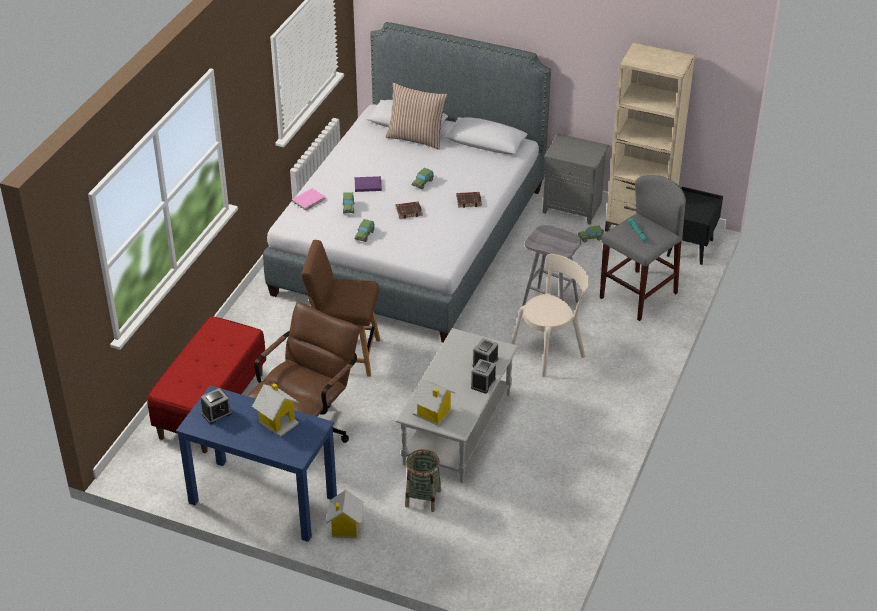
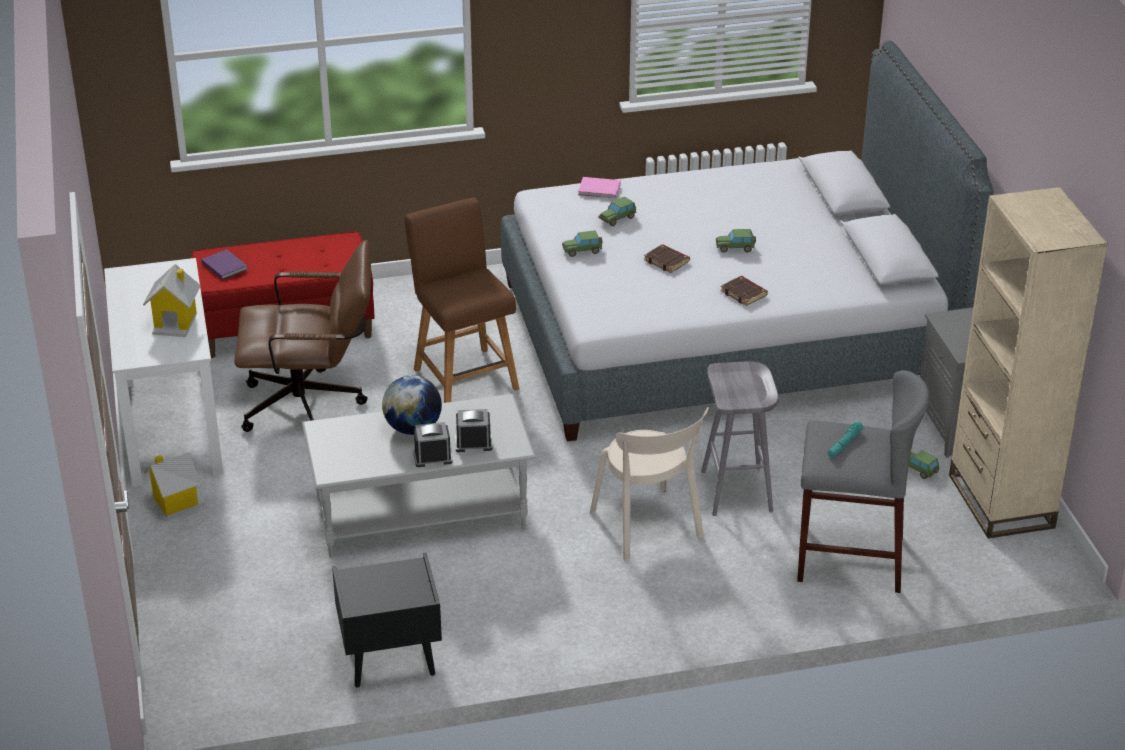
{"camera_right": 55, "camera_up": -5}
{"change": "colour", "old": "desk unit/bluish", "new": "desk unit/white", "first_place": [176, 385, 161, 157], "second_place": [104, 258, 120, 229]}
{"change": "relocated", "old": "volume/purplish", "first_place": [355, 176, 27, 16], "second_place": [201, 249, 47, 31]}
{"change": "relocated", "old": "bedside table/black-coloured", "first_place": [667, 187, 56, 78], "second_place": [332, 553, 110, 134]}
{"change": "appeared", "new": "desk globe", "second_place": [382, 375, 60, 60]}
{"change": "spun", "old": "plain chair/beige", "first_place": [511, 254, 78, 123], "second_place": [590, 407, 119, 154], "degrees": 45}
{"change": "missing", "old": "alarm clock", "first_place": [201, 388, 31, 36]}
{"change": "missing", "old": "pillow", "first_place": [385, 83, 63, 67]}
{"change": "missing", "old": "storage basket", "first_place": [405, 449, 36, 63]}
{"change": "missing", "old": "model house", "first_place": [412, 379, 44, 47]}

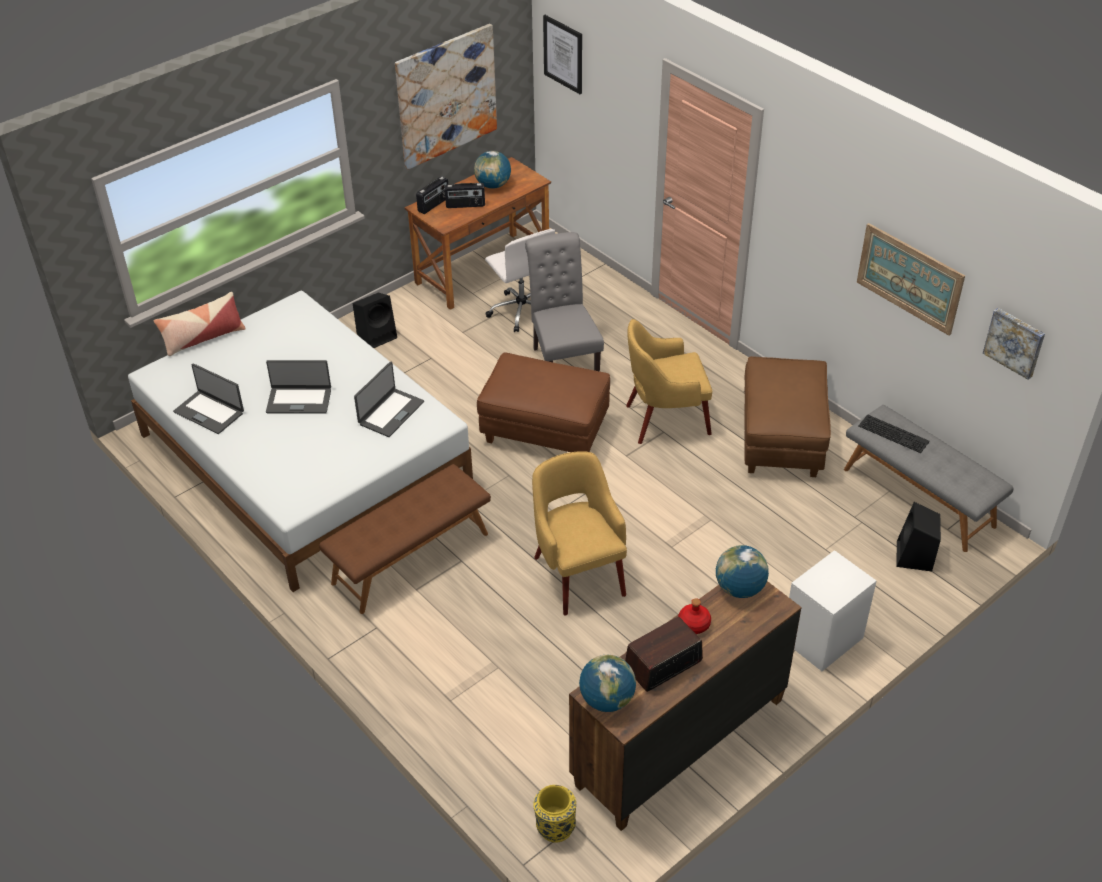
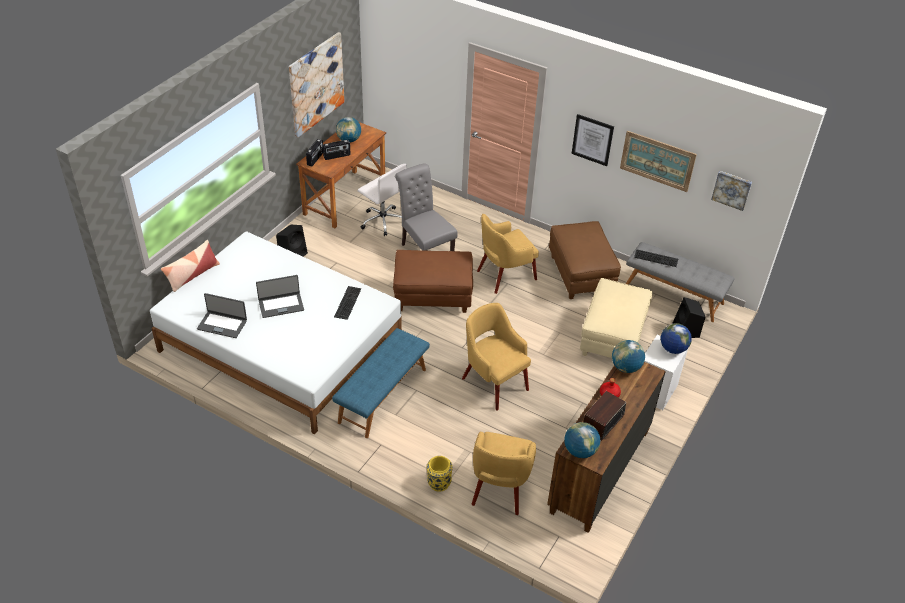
{"camera_right": -20, "camera_up": 0}
{"change": "colour", "old": "bench/brown-coloured", "new": "bench/bluish", "first_place": [319, 464, 172, 150], "second_place": [332, 328, 98, 110]}
{"change": "exchanged", "old": "laptop", "new": "keyboard", "first_place": [354, 362, 70, 75], "second_place": [334, 286, 27, 34]}
{"change": "relocated", "old": "decorative vase/yellow", "first_place": [533, 785, 43, 57], "second_place": [427, 456, 26, 36]}
{"change": "appeared", "new": "armchair/yellow", "second_place": [472, 432, 64, 83]}
{"change": "relocated", "old": "wall picture", "first_place": [543, 15, 39, 79], "second_place": [572, 114, 42, 52]}
{"change": "appeared", "new": "ottoman/beige", "second_place": [580, 278, 73, 80]}
{"change": "appeared", "new": "desk globe", "second_place": [660, 323, 32, 31]}

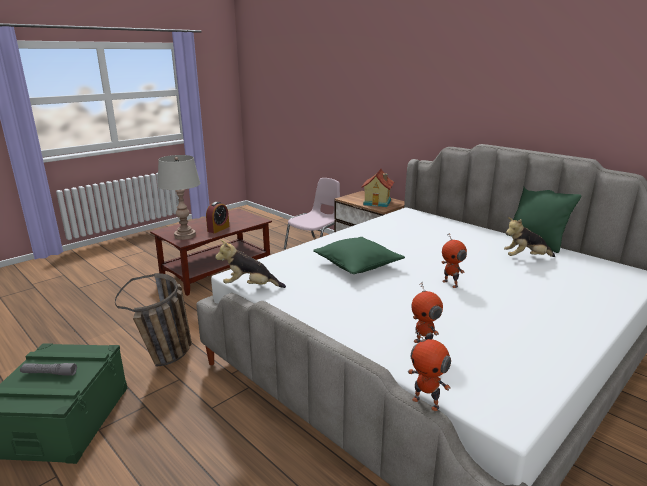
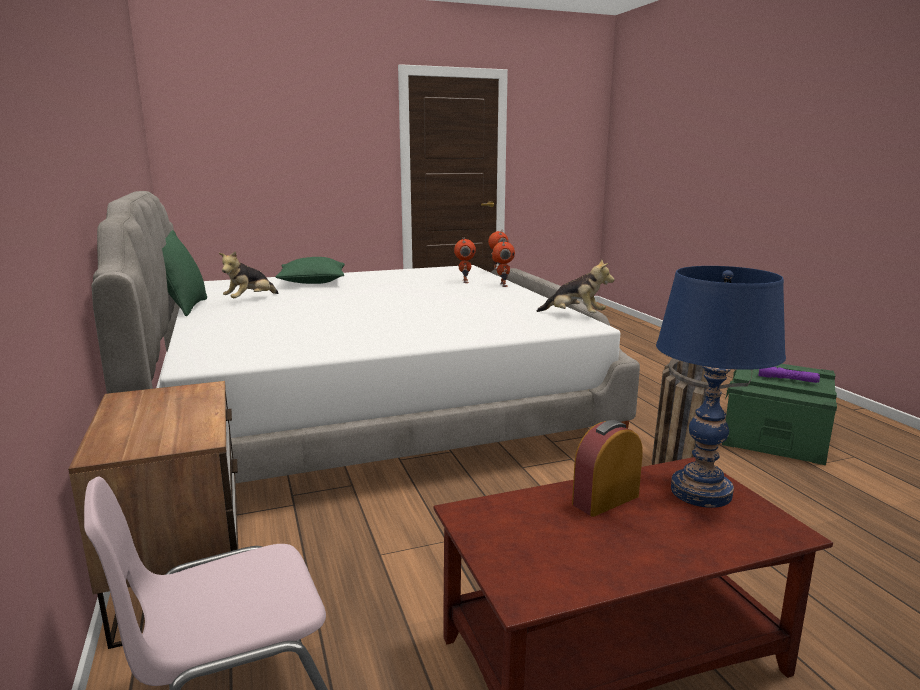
{"camera_right": -155, "camera_up": -5}
{"change": "spun", "old": "soft toy", "first_place": [504, 217, 51, 40], "second_place": [219, 251, 60, 47], "degrees": 105}
{"change": "relocated", "old": "pillow/greenish", "first_place": [313, 237, 92, 37], "second_place": [275, 257, 70, 27]}
{"change": "relocated", "old": "robot figure", "first_place": [442, 234, 25, 54], "second_place": [493, 240, 22, 47]}
{"change": "colour", "old": "tabletop lamp/gray", "new": "tabletop lamp/bluish", "first_place": [157, 155, 44, 85], "second_place": [656, 266, 130, 242]}
{"change": "colour", "old": "flashlight/gray", "new": "flashlight/purplish", "first_place": [20, 363, 57, 13], "second_place": [758, 367, 62, 16]}
{"change": "missing", "old": "model house", "first_place": [361, 169, 33, 38]}

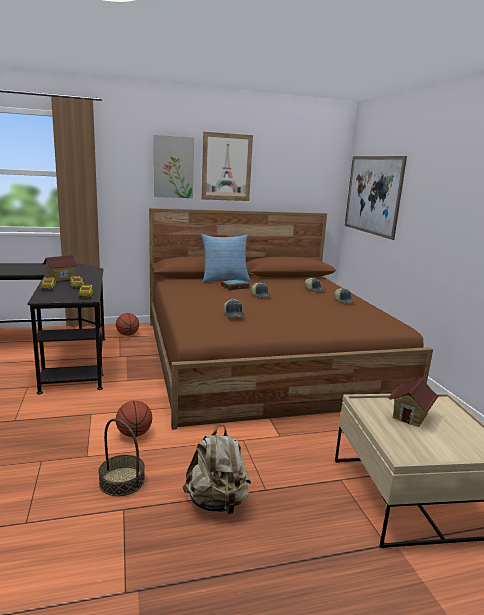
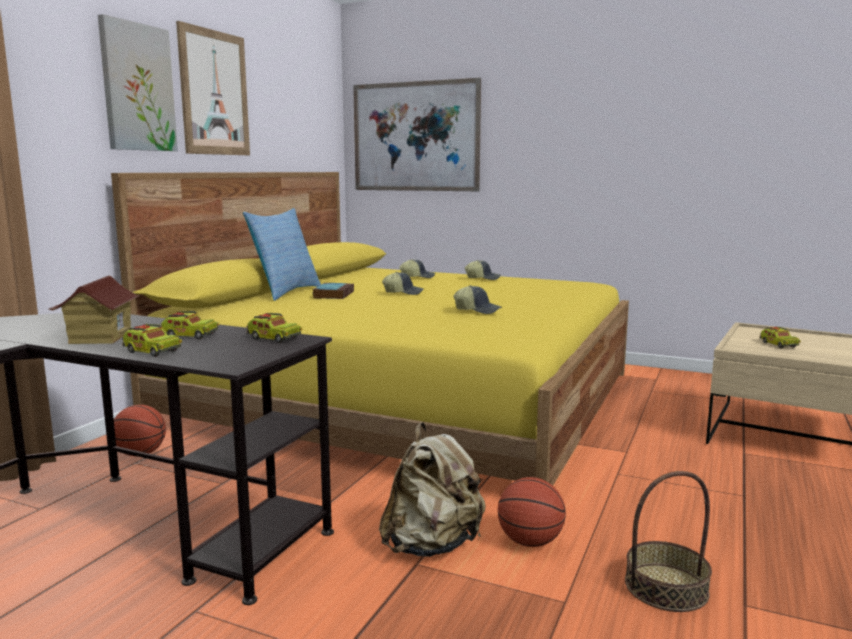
{"camera_right": -50, "camera_up": -5}
{"change": "colour", "old": "bed/brown-coloured", "new": "bed/yellow", "first_place": [149, 208, 284, 222], "second_place": [111, 172, 518, 313]}
{"change": "relocated", "old": "backpack/beige", "first_place": [183, 425, 68, 89], "second_place": [379, 422, 107, 135]}
{"change": "exchanged", "old": "model house", "new": "model truck", "first_place": [388, 378, 51, 49], "second_place": [760, 326, 41, 22]}

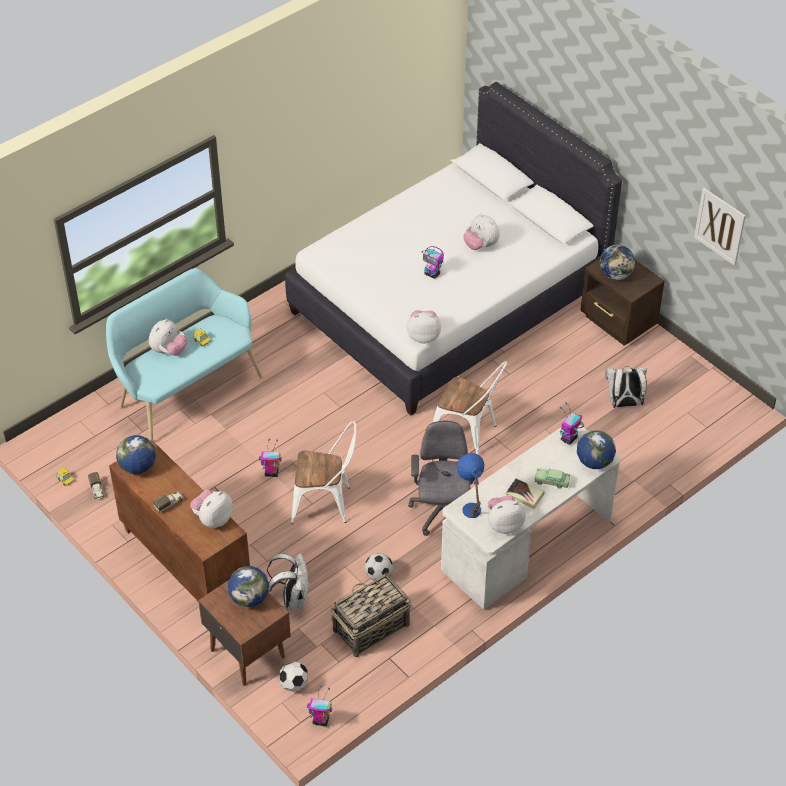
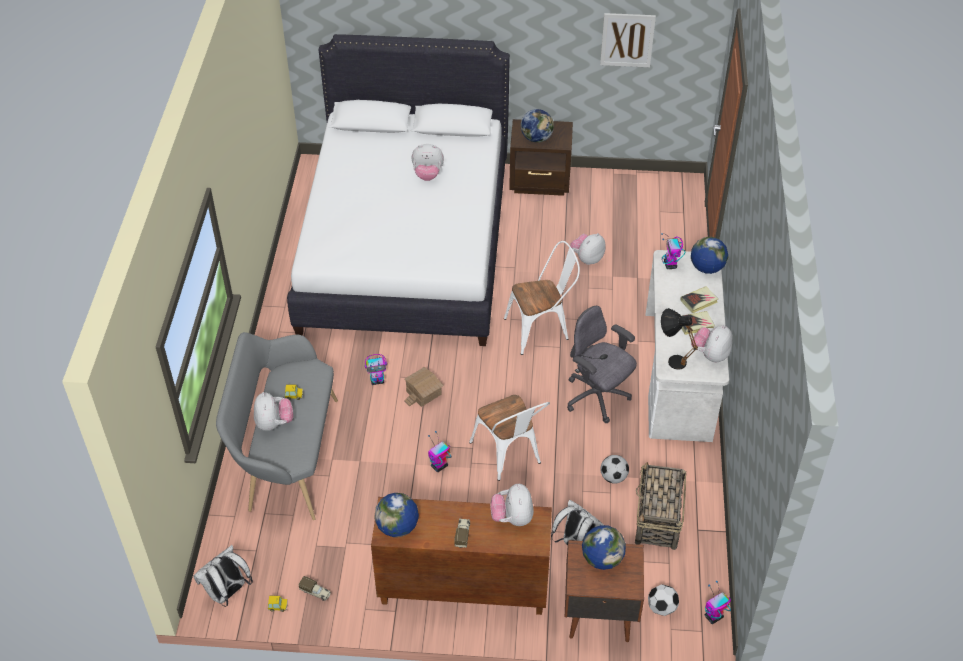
{"camera_right": -45, "camera_up": 0}
{"change": "relocated", "old": "backpack/white", "first_place": [605, 366, 42, 42], "second_place": [193, 545, 60, 62]}
{"change": "colour", "old": "bench/blue-green", "new": "bench/gray", "first_place": [106, 268, 156, 172], "second_place": [216, 332, 122, 188]}
{"change": "relocated", "old": "robot figure", "first_place": [422, 246, 22, 33], "second_place": [365, 354, 22, 31]}
{"change": "appeared", "new": "model house", "second_place": [404, 367, 39, 40]}
{"change": "spun", "old": "plain chair/white", "first_place": [291, 421, 65, 103], "second_place": [469, 395, 81, 86], "degrees": 105}
{"change": "relocated", "old": "soft toy", "first_place": [407, 310, 34, 34], "second_place": [570, 233, 36, 32]}
{"change": "colour", "old": "tabletop lamp/bluish", "new": "tabletop lamp/black-coloured", "first_place": [457, 453, 27, 65], "second_place": [661, 308, 37, 62]}
{"change": "exchanged", "old": "miniature car", "new": "volume", "first_place": [535, 468, 35, 21], "second_place": [680, 286, 38, 27]}

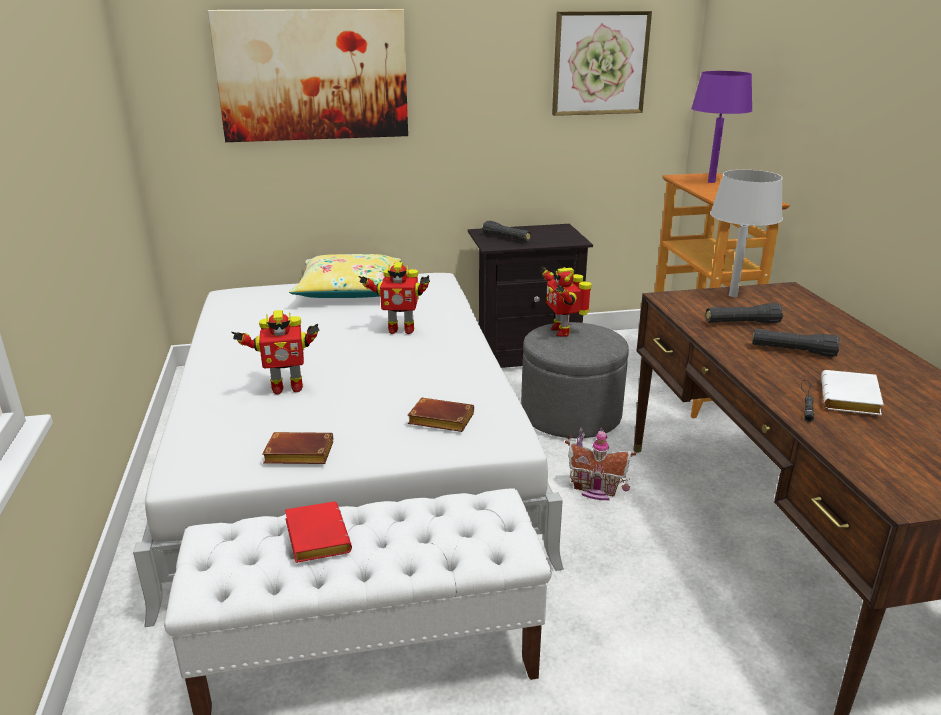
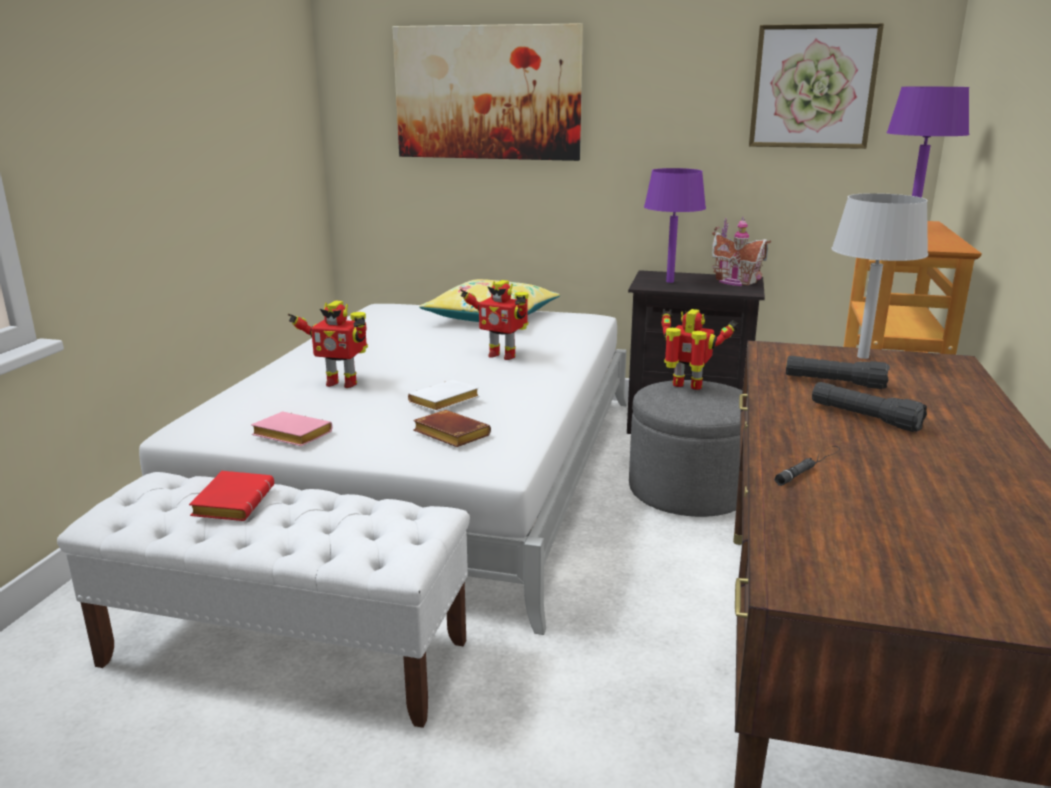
{"camera_right": 25, "camera_up": -5}
{"change": "colour", "old": "volume/brown-coloured", "new": "volume/pink-coloured", "first_place": [262, 432, 71, 32], "second_place": [251, 412, 81, 34]}
{"change": "relocated", "old": "volume/white", "first_place": [821, 370, 63, 45], "second_place": [408, 380, 72, 32]}
{"change": "exchanged", "old": "flashlight/black-coloured", "new": "tabletop lamp/purplish", "first_place": [482, 221, 49, 21], "second_place": [644, 168, 62, 115]}
{"change": "spun", "old": "robot figure", "first_place": [540, 266, 51, 71], "second_place": [661, 309, 78, 81], "degrees": 105}
{"change": "relocated", "old": "model house", "first_place": [565, 428, 71, 72], "second_place": [712, 217, 59, 69]}

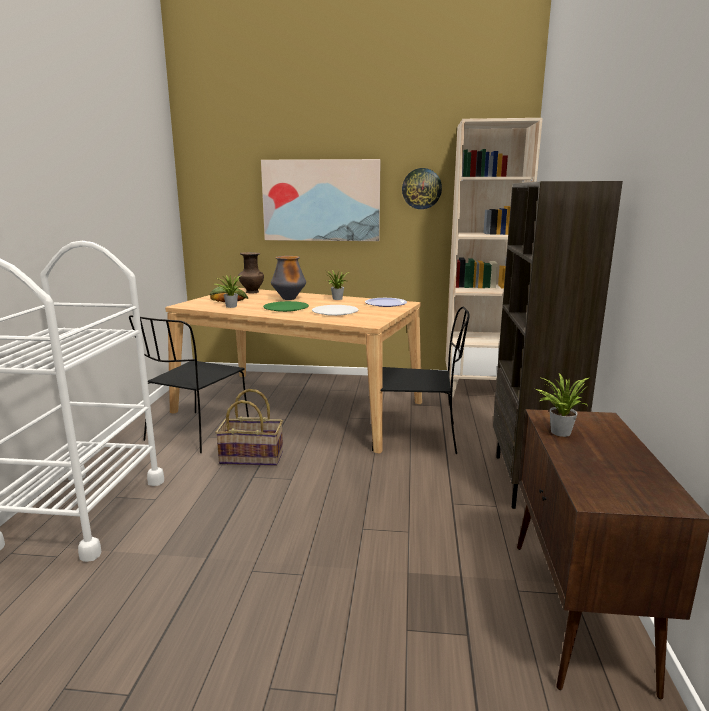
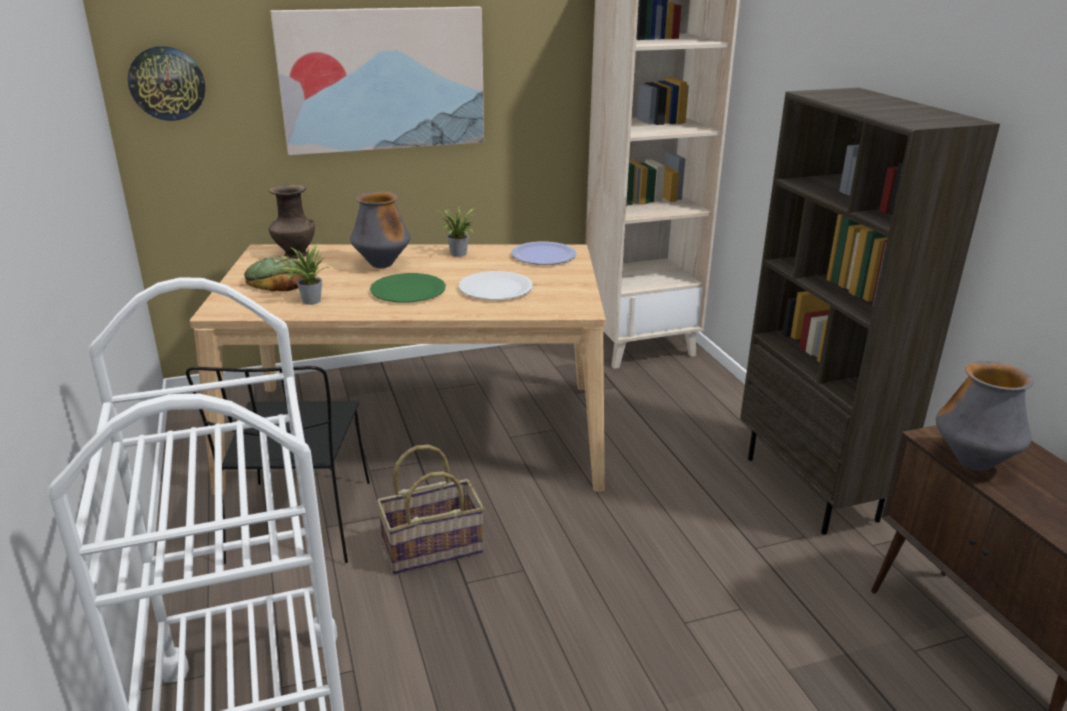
{"camera_right": -25, "camera_up": 10}
{"change": "relocated", "old": "clock on the wall", "first_place": [402, 168, 40, 41], "second_place": [128, 46, 77, 75]}
{"change": "exchanged", "old": "houseplant", "new": "decorative vase", "first_place": [536, 373, 53, 64], "second_place": [936, 361, 98, 110]}
{"change": "missing", "old": "plain chair/black-coloured", "first_place": [372, 307, 98, 147]}

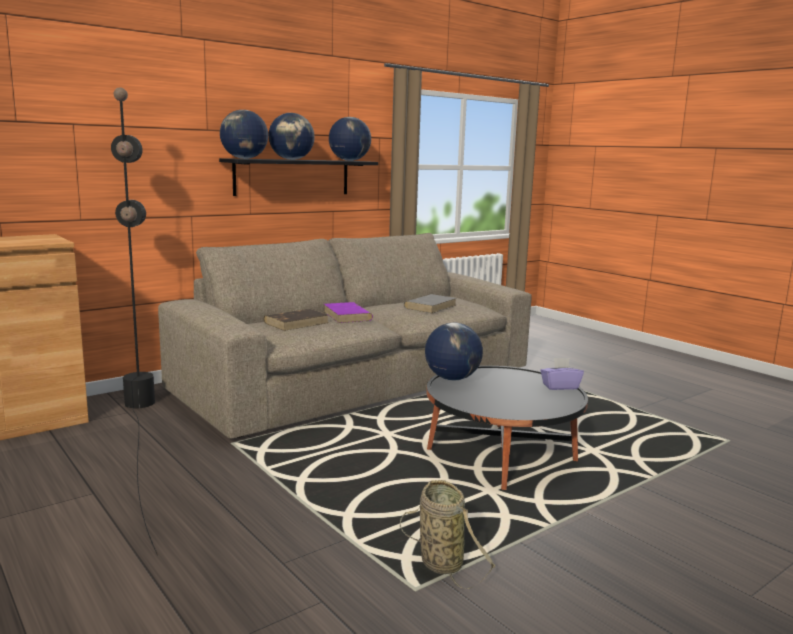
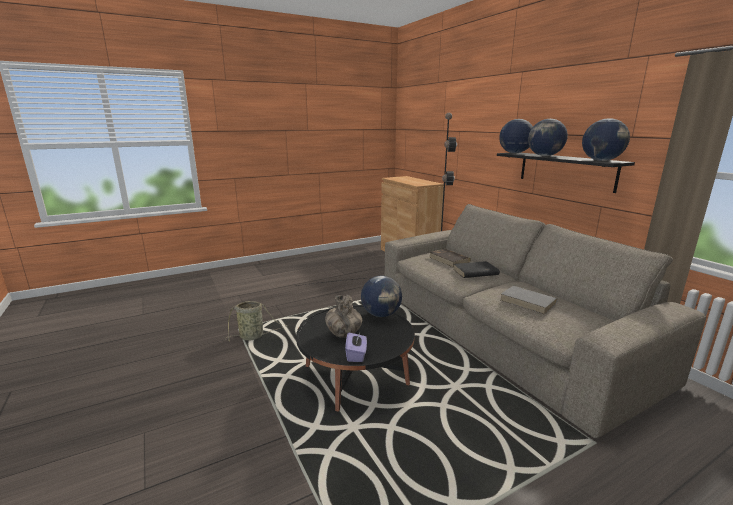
{"camera_right": 100, "camera_up": 5}
{"change": "appeared", "new": "decorative vase", "second_place": [325, 294, 37, 44]}
{"change": "colour", "old": "volume/purplish", "new": "volume/black-coloured", "first_place": [324, 302, 49, 21], "second_place": [453, 261, 47, 17]}

